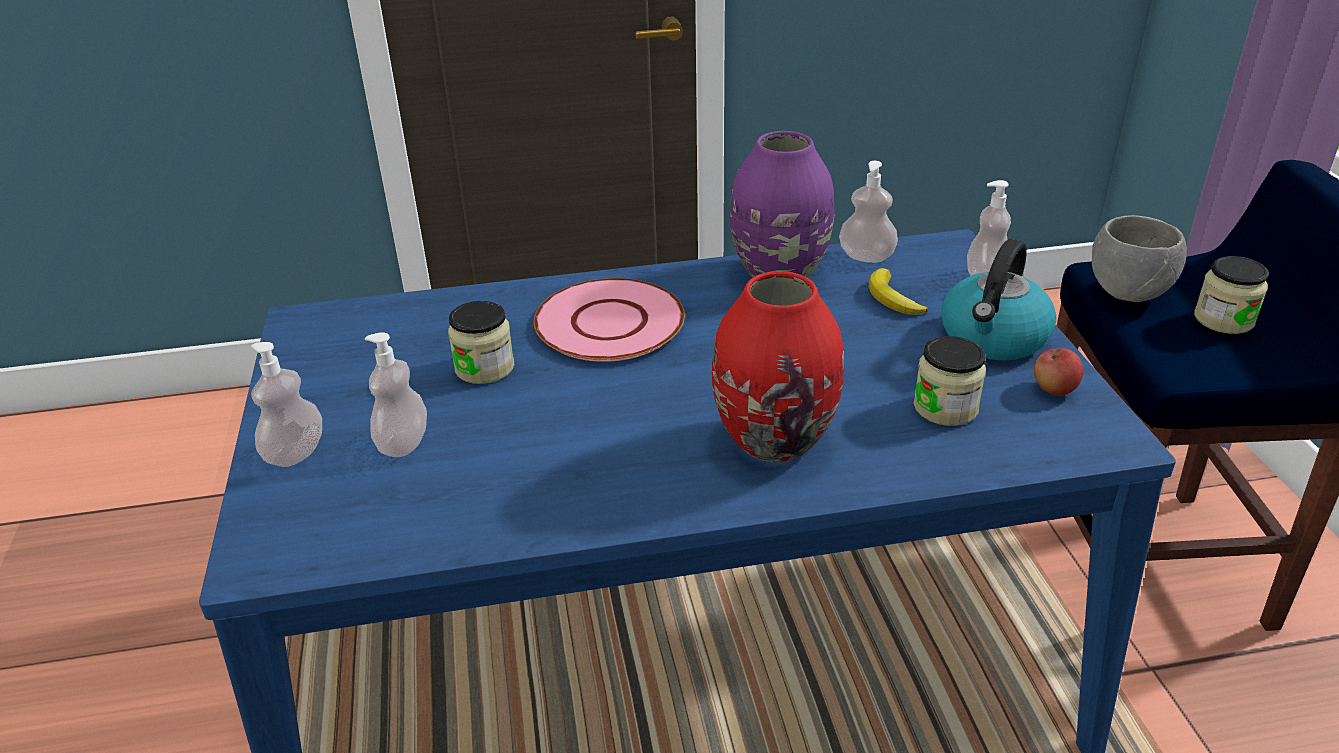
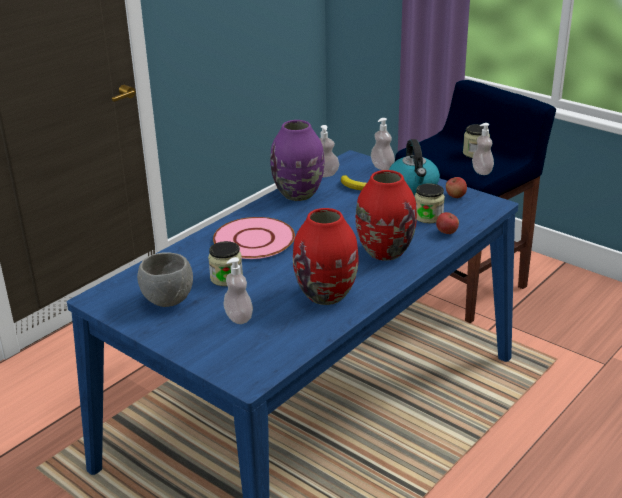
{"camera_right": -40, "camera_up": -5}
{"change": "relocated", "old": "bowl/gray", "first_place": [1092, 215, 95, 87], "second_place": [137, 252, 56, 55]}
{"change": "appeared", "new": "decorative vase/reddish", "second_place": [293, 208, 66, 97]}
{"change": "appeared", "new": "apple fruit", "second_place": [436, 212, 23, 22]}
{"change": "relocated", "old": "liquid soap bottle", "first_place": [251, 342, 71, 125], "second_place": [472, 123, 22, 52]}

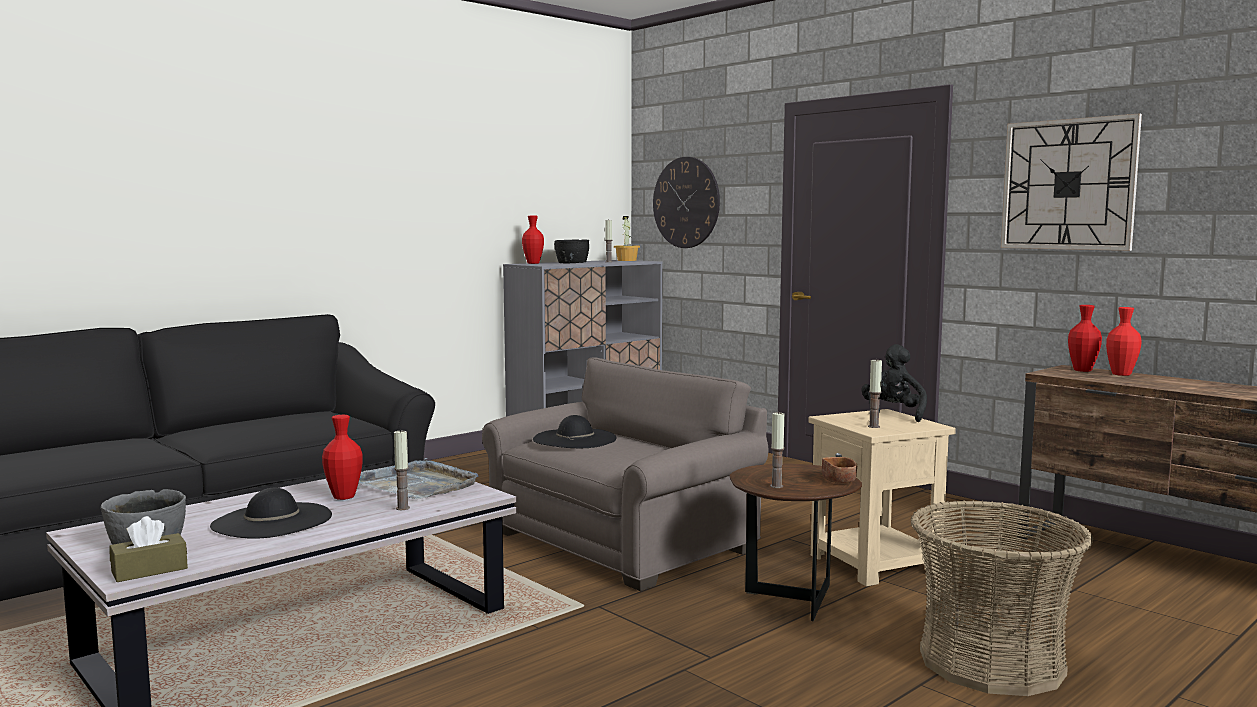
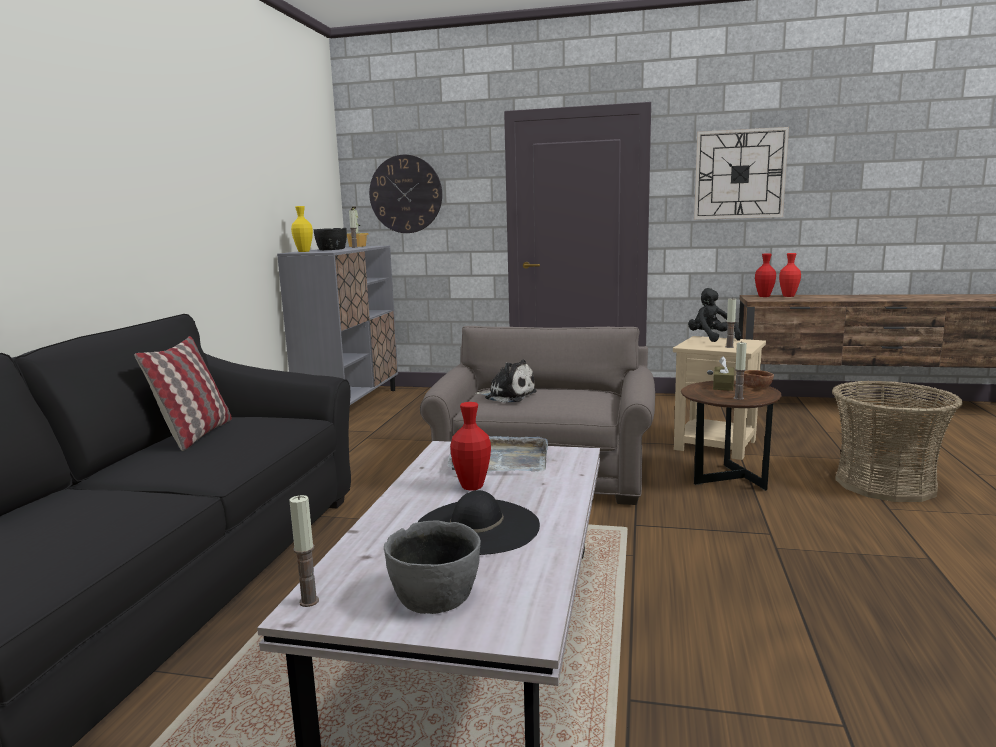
{"camera_right": -35, "camera_up": 5}
{"change": "appeared", "new": "pillow", "second_place": [134, 336, 98, 115]}
{"change": "relocated", "old": "wax candle", "first_place": [394, 429, 16, 81], "second_place": [289, 495, 30, 112]}
{"change": "colour", "old": "decorative vase/reddish", "new": "decorative vase/yellow", "first_place": [522, 216, 22, 48], "second_place": [291, 206, 22, 46]}
{"change": "exchanged", "old": "wearable hat/black-coloured", "new": "soft toy", "first_place": [533, 415, 84, 33], "second_place": [475, 359, 62, 44]}
{"change": "relocated", "old": "tissue holder/brown-coloured", "first_place": [109, 516, 79, 66], "second_place": [713, 356, 21, 35]}

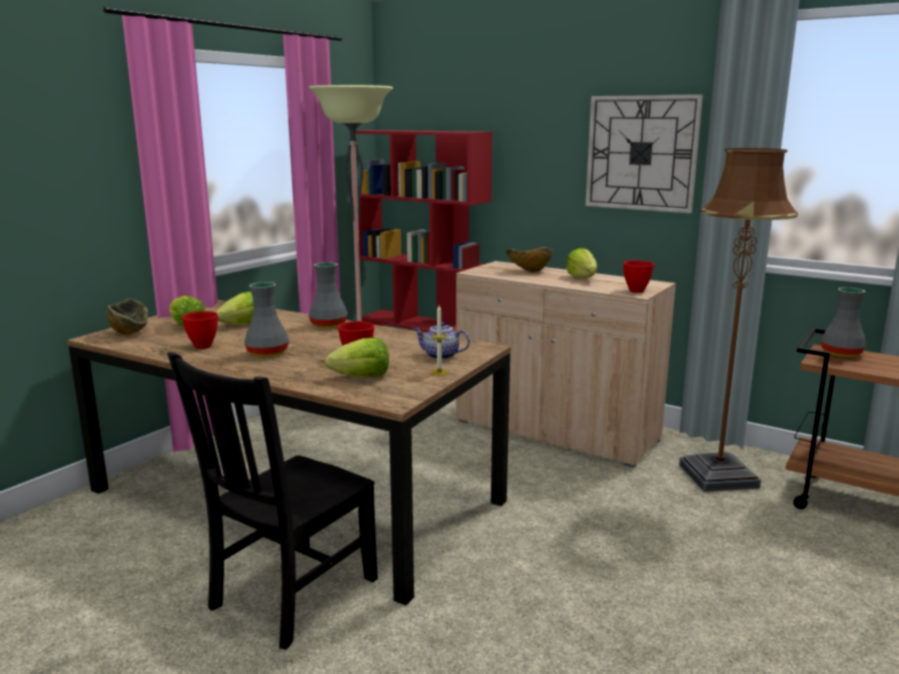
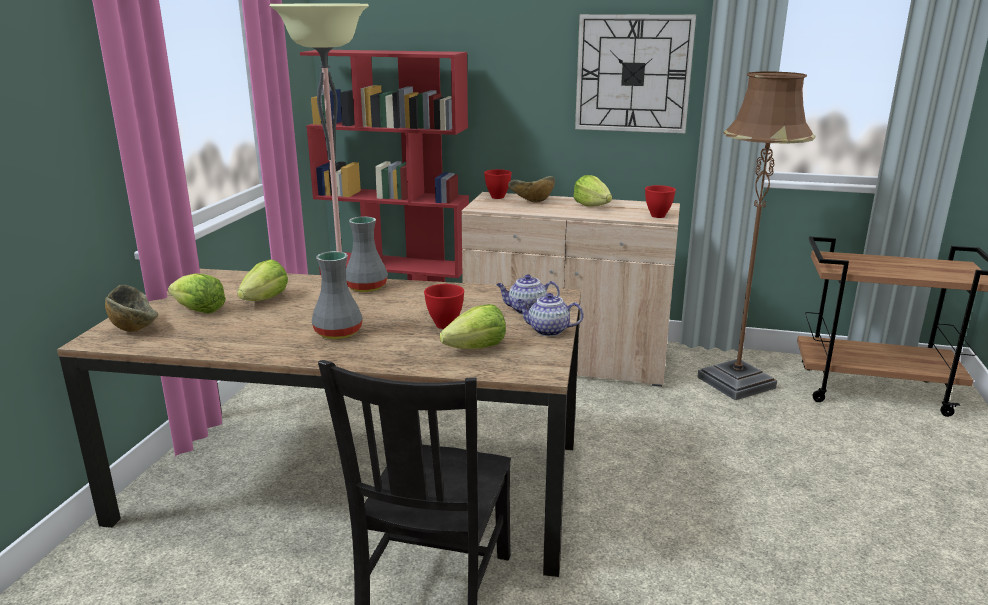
{"camera_right": -20, "camera_up": 5}
{"change": "relocated", "old": "bowl/reddish", "first_place": [182, 311, 36, 38], "second_place": [484, 169, 28, 30]}
{"change": "exchanged", "old": "wax candle", "new": "pot for tea", "first_place": [430, 305, 19, 71], "second_place": [517, 293, 66, 43]}
{"change": "missing", "old": "decorative vase/gray", "first_place": [821, 287, 45, 70]}

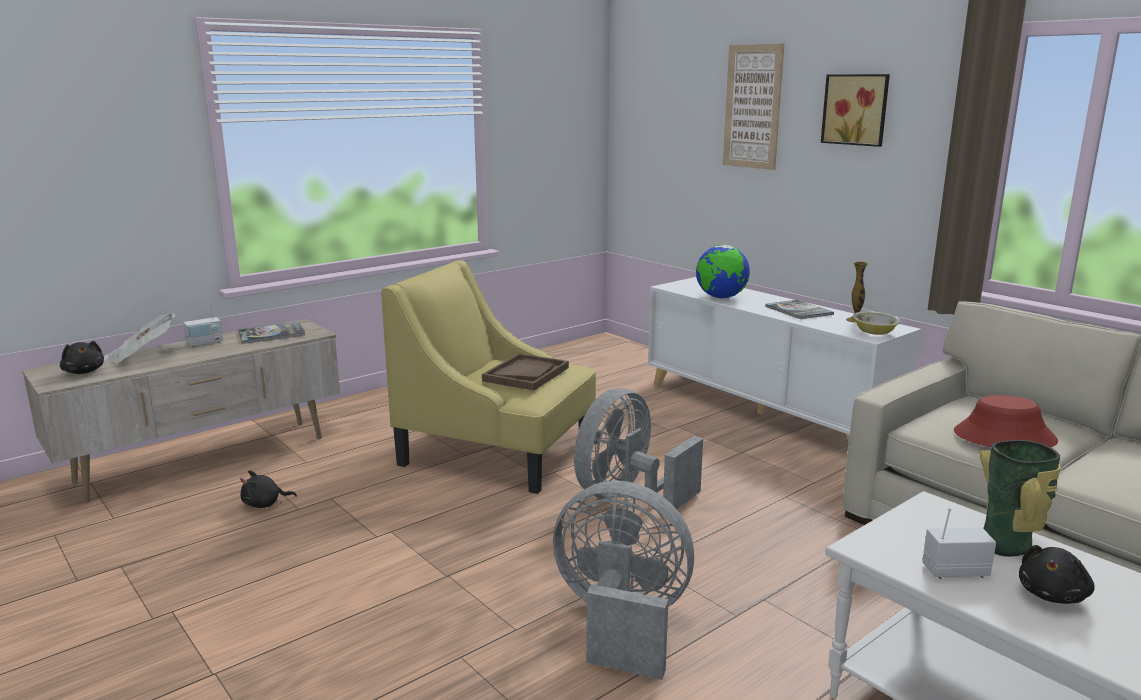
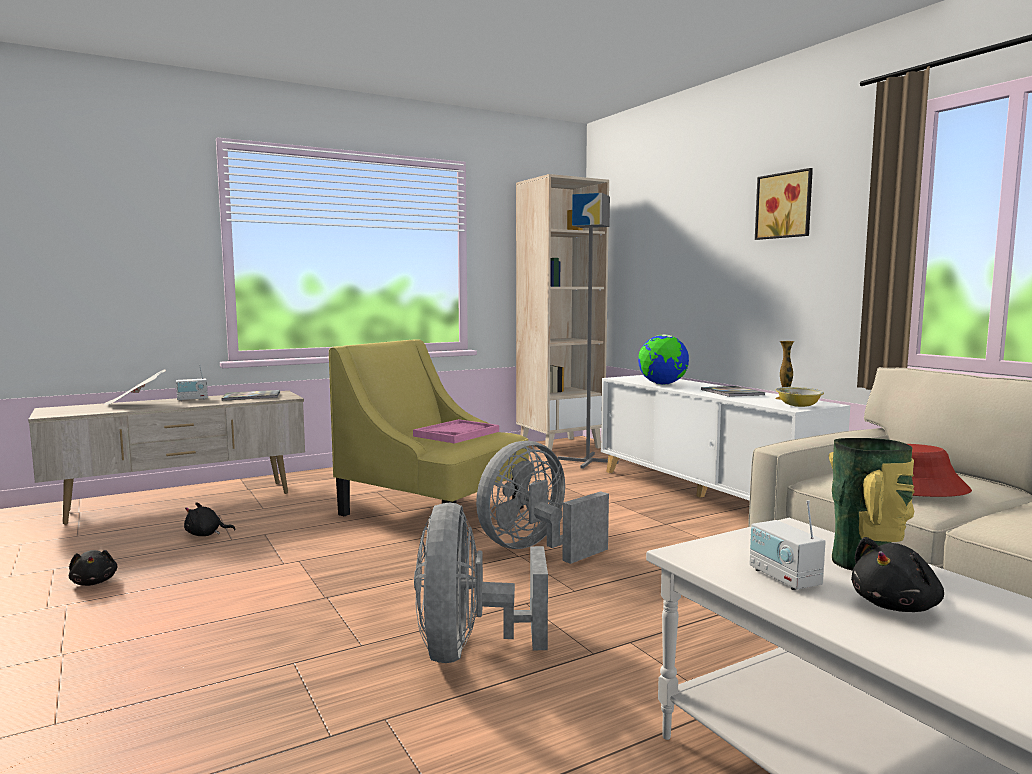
{"camera_right": 10, "camera_up": -10}
{"change": "relocated", "old": "soft toy/black-coloured", "first_place": [60, 341, 44, 33], "second_place": [69, 550, 49, 36]}
{"change": "colour", "old": "serving tray/brown-coloured", "new": "serving tray/pink-coloured", "first_place": [482, 353, 87, 38], "second_place": [413, 419, 86, 25]}
{"change": "spun", "old": "cooling fan/gray", "first_place": [553, 481, 141, 199], "second_place": [414, 503, 134, 160], "degrees": -120}
{"change": "appeared", "new": "shelving unit/beige", "second_place": [516, 174, 93, 277]}
{"change": "appeared", "new": "standing lamp/gray", "second_place": [558, 193, 61, 276]}
{"change": "spun", "old": "radio set", "first_place": [922, 508, 74, 71], "second_place": [750, 501, 76, 89], "degrees": -120}
{"change": "missing", "old": "wall picture", "first_place": [723, 43, 61, 127]}

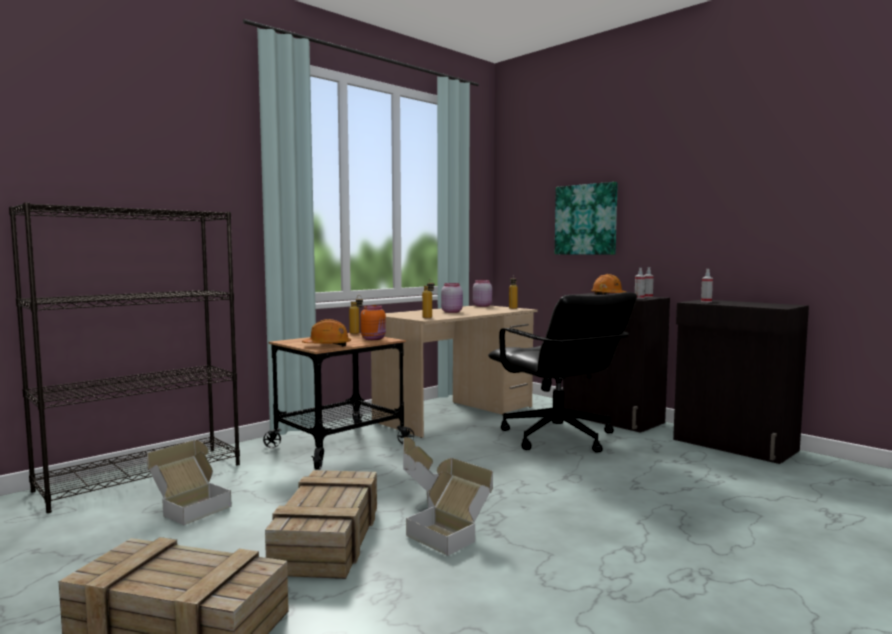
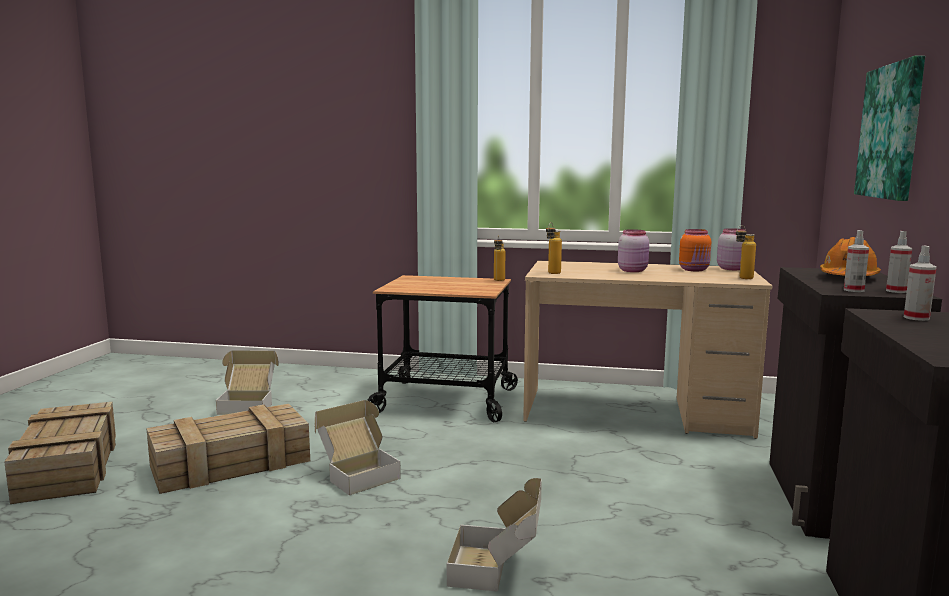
{"camera_right": 55, "camera_up": 5}
{"change": "relocated", "old": "carton", "first_place": [406, 458, 87, 98], "second_place": [447, 478, 95, 114]}
{"change": "relocated", "old": "storage jar/orangey", "first_place": [360, 305, 26, 35], "second_place": [679, 229, 32, 42]}
{"change": "missing", "old": "shelving unit/black-coloured", "first_place": [9, 202, 231, 311]}
{"change": "missing", "old": "hard hat/orangey", "first_place": [302, 319, 49, 28]}
{"change": "missing", "old": "desk chair/black-coloured", "first_place": [488, 292, 149, 161]}

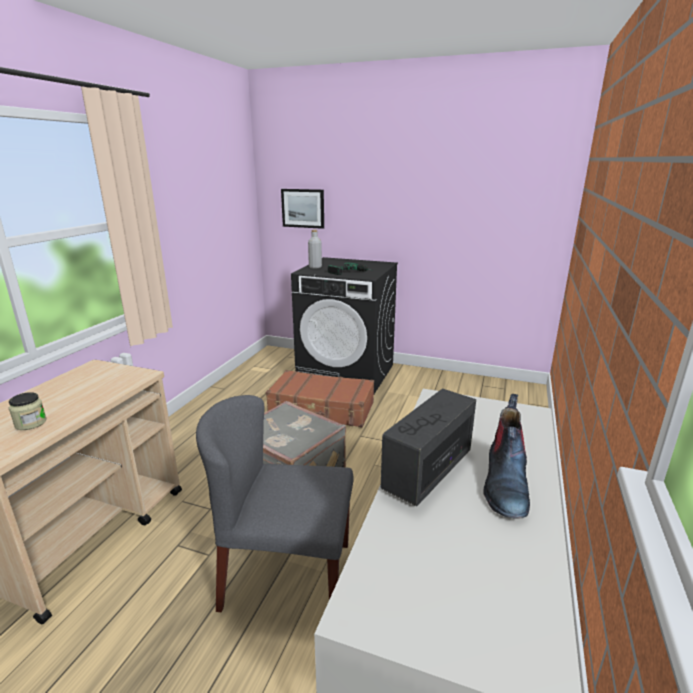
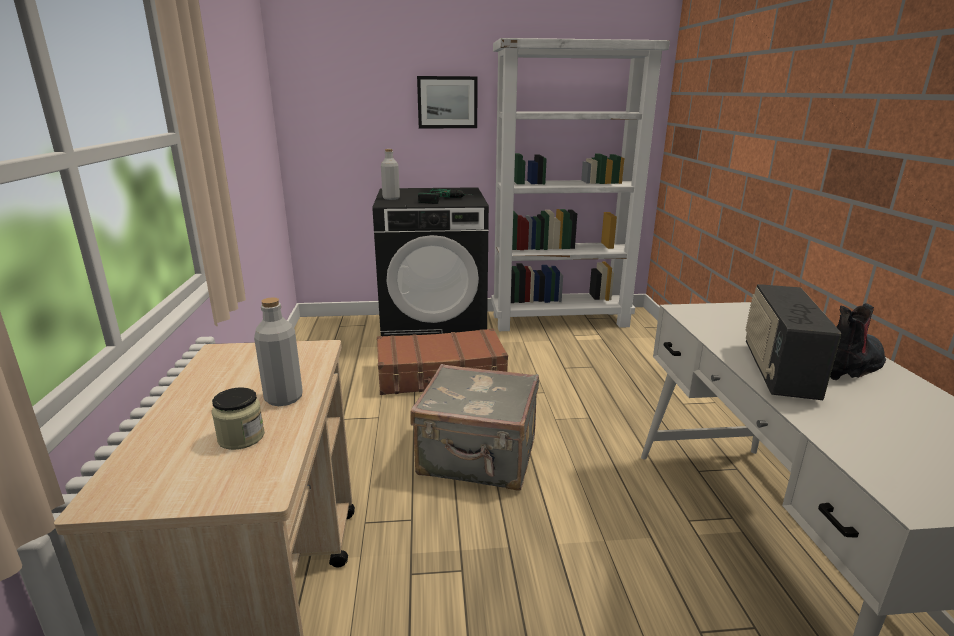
{"camera_right": -25, "camera_up": 0}
{"change": "appeared", "new": "drink bottle/gray", "second_place": [254, 297, 48, 109]}
{"change": "relocated", "old": "wall picture", "first_place": [281, 189, 43, 40], "second_place": [417, 76, 61, 52]}
{"change": "appeared", "new": "shelving unit/white", "second_place": [491, 38, 179, 293]}
{"change": "spun", "old": "boot", "first_place": [484, 394, 46, 125], "second_place": [830, 303, 56, 77], "degrees": -120}
{"change": "missing", "old": "plain chair/gray", "first_place": [196, 395, 158, 218]}

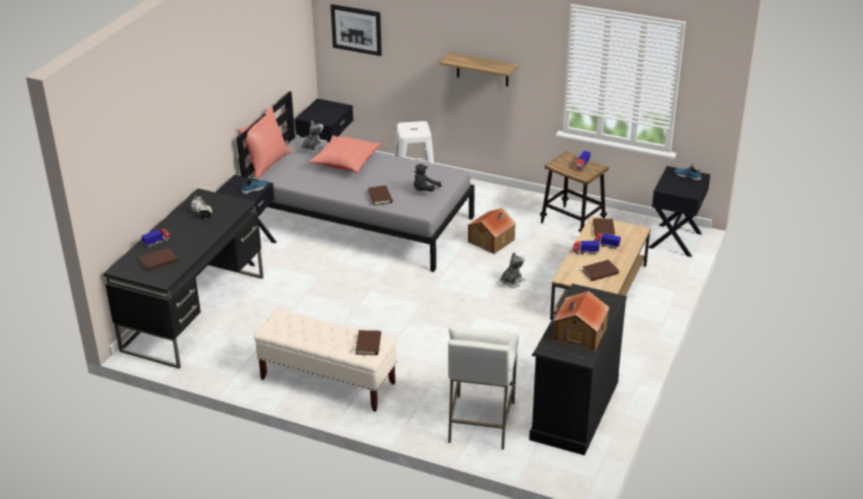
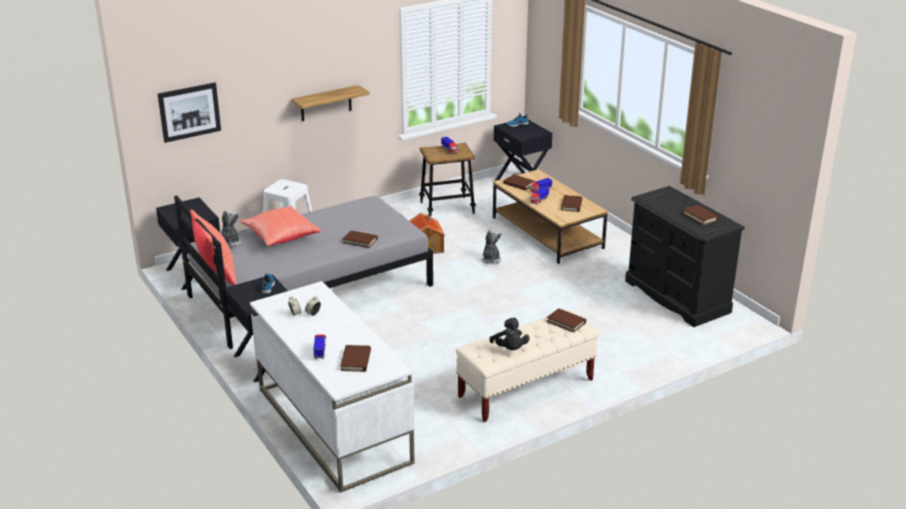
{"camera_right": -55, "camera_up": -5}
{"change": "colour", "old": "desk unit/black-coloured", "new": "desk unit/white", "first_place": [103, 189, 161, 180], "second_place": [250, 281, 165, 212]}
{"change": "relocated", "old": "soft toy/black-coloured", "first_place": [414, 164, 28, 28], "second_place": [489, 318, 41, 32]}
{"change": "exchanged", "old": "model house", "new": "volume/brown-coloured", "first_place": [553, 291, 57, 62], "second_place": [682, 205, 37, 20]}
{"change": "missing", "old": "stool/white", "first_place": [448, 327, 71, 123]}

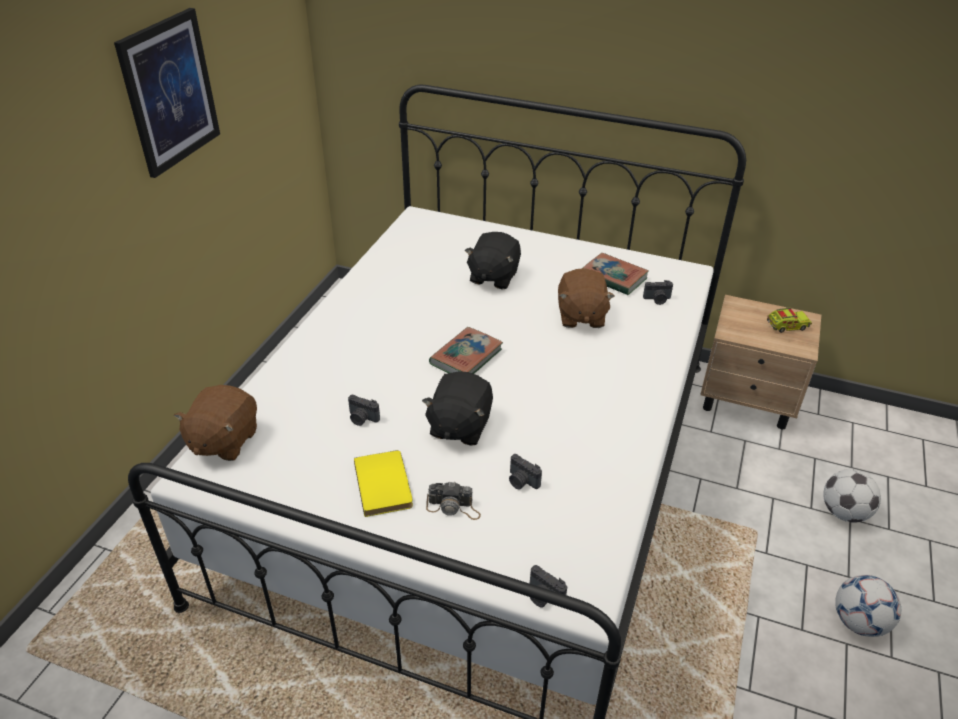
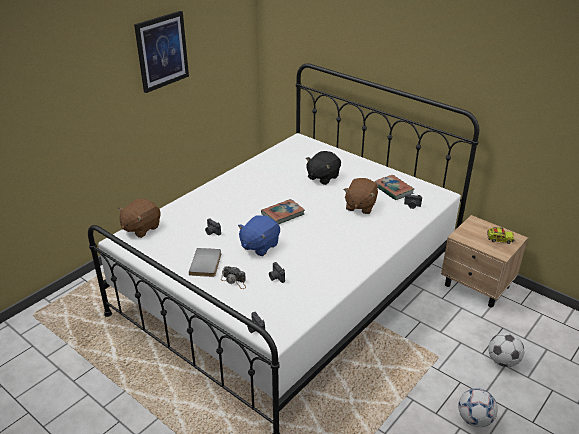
{"camera_right": 20, "camera_up": -5}
{"change": "colour", "old": "volume/yellow", "new": "volume/gray", "first_place": [354, 450, 59, 67], "second_place": [189, 248, 32, 29]}
{"change": "colour", "old": "soft toy/black-coloured", "new": "soft toy/bluish", "first_place": [422, 371, 71, 75], "second_place": [238, 215, 42, 41]}

